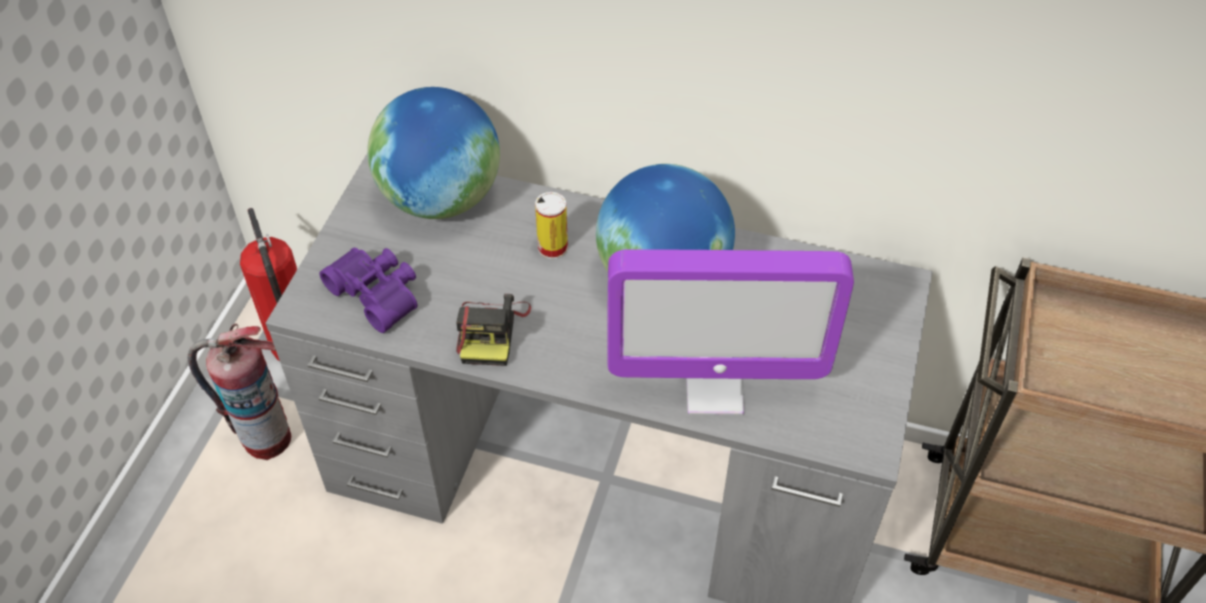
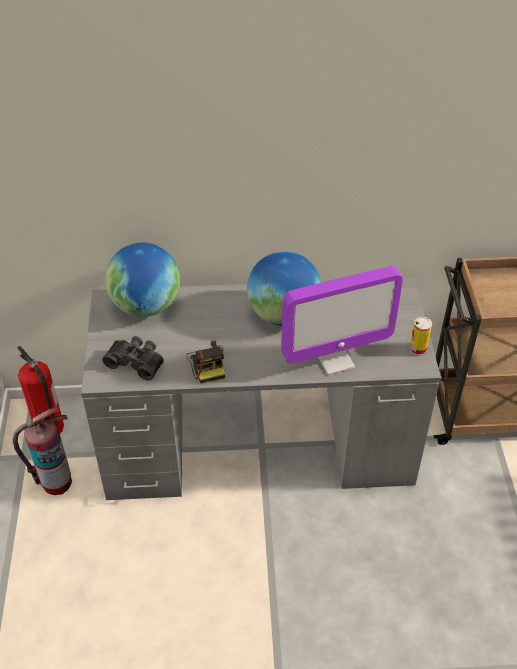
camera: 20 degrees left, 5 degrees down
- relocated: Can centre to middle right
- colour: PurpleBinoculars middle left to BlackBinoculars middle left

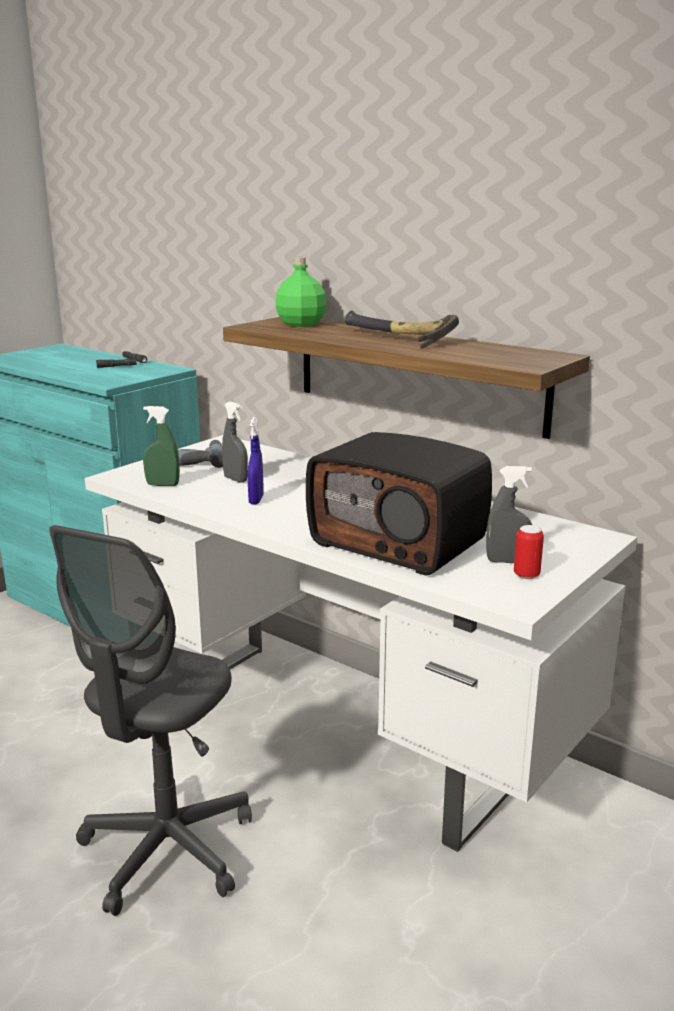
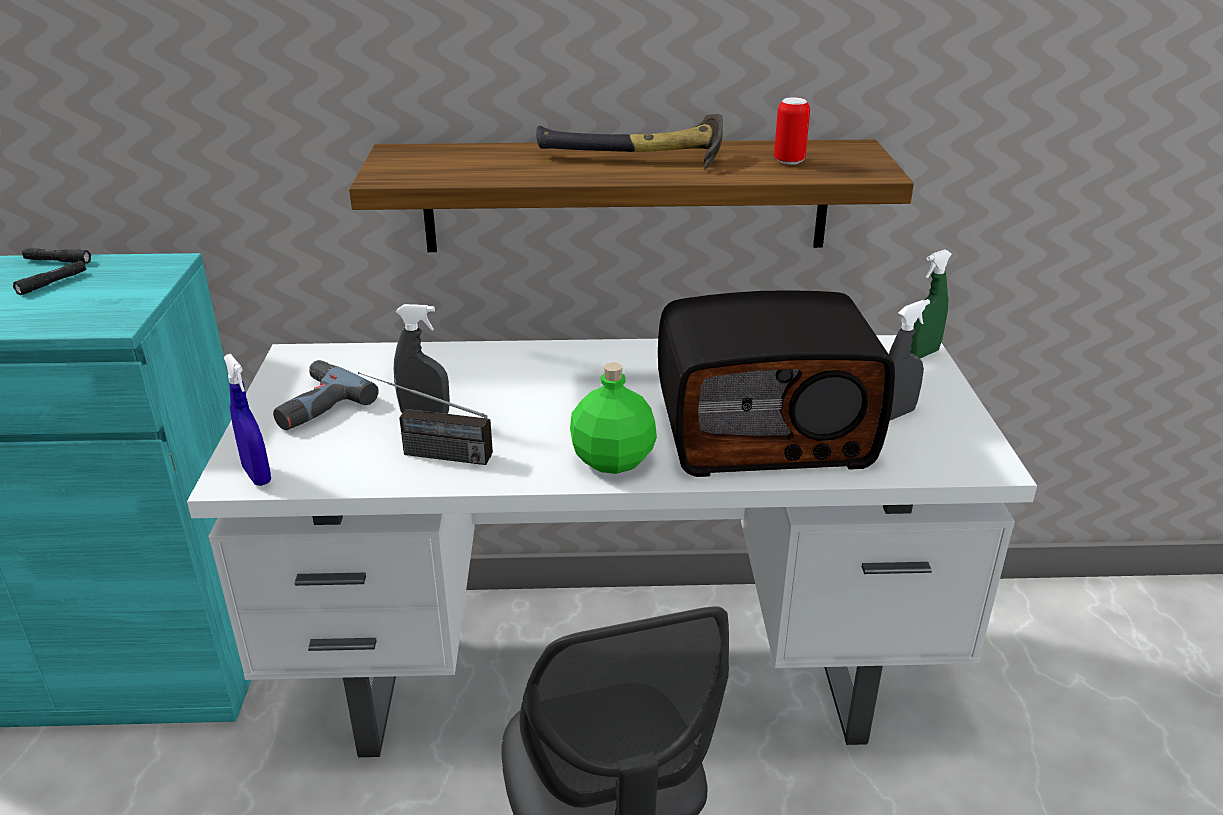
camera: 40 degrees left, 10 degrees up
- appeared: Radio (no. 1 from left) centre
- relocated: GreenSprayBottle middle left to middle right
- relocated: BlueSprayBottle centre to middle left
- relocated: GreenBottle top centre to centre
- relocated: Can middle right to top centre

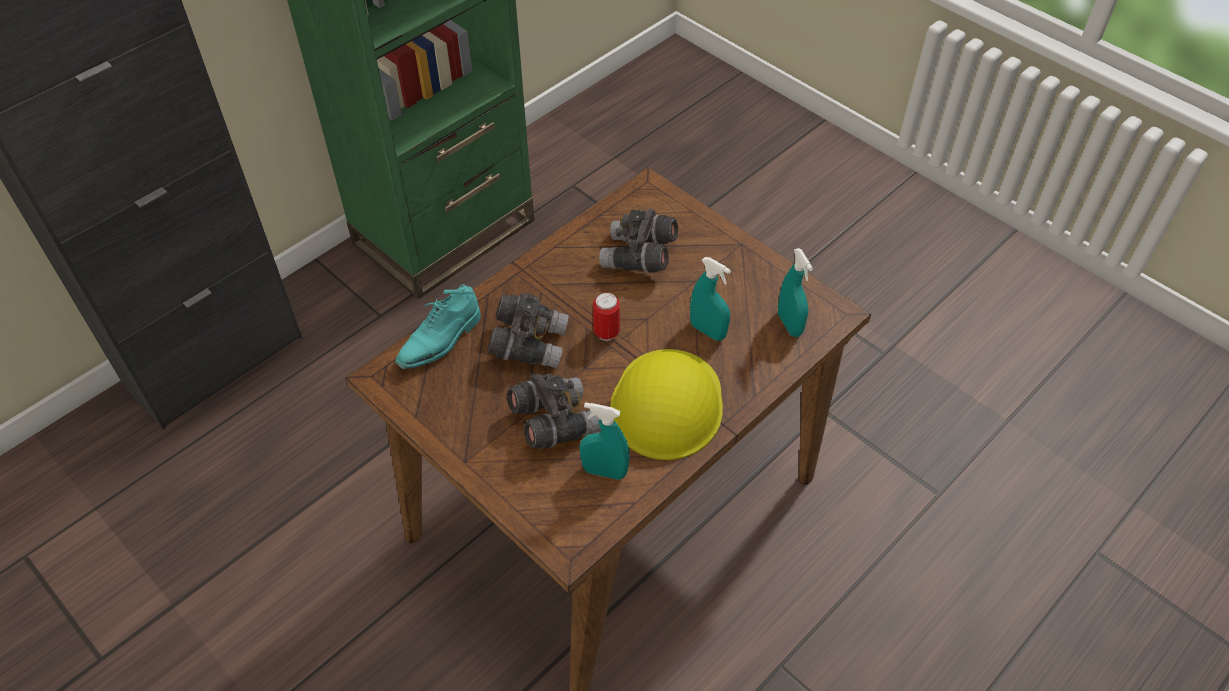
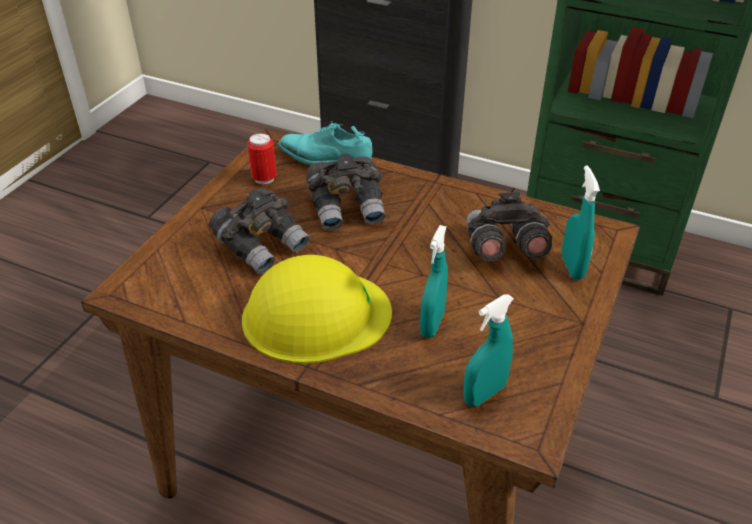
camera: 70 degrees right, 10 degrees down
- relocated: TurquoiseSprayBottle (no. 1 from left in the first image) centre to TurquoiseSprayBottle (no. 3 from left) middle right
- relocated: Can centre to top centre

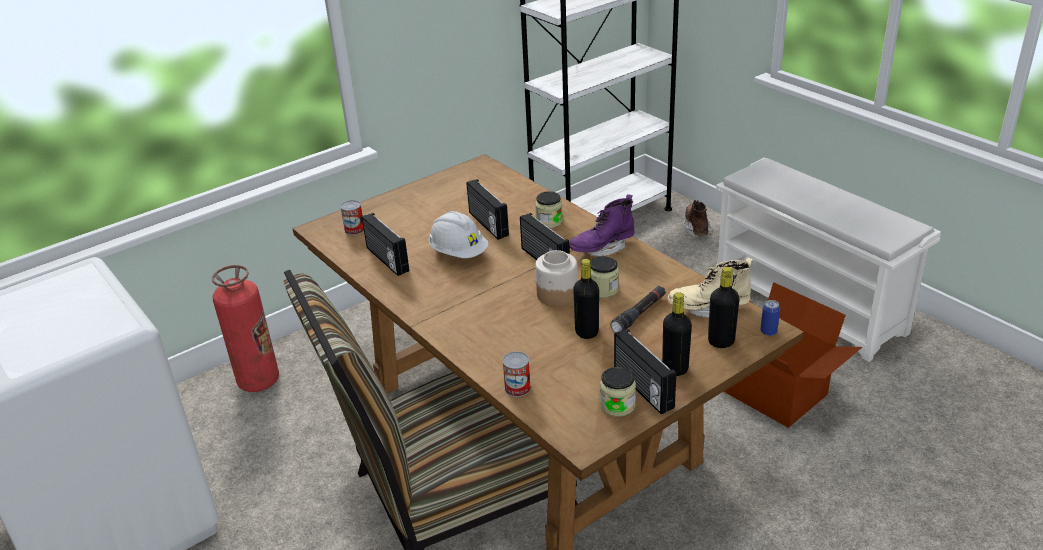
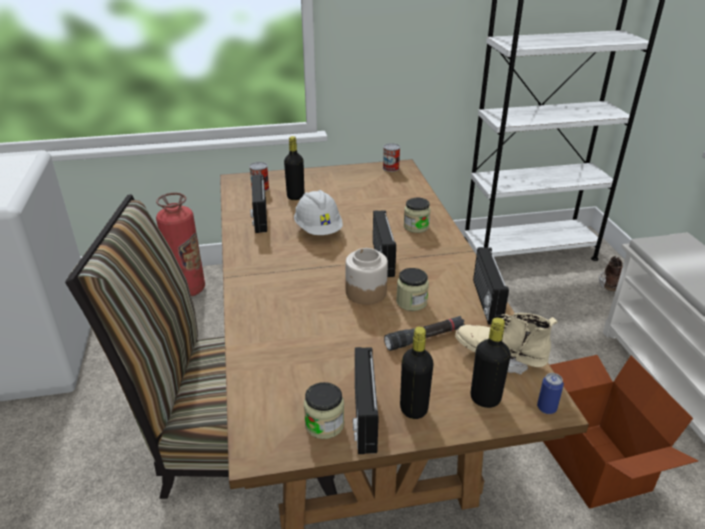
camera: 25 degrees right, 0 degrees up
- missing: PurpleBoot centre
- relocated: Radio (no. 2 from left in the first image) centre to Radio (no. 4 from left) middle right
- relocated: Can (no. 2 from left) bottom centre to top centre
- relocated: BlackBottle (no. 1 from left) centre to top centre

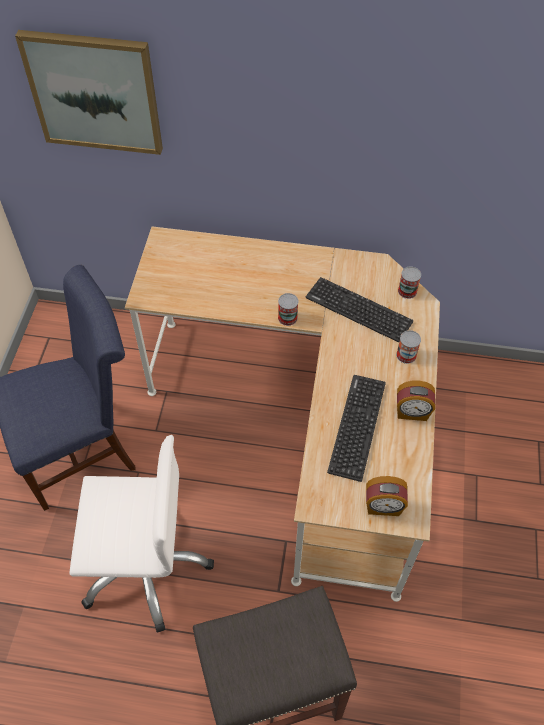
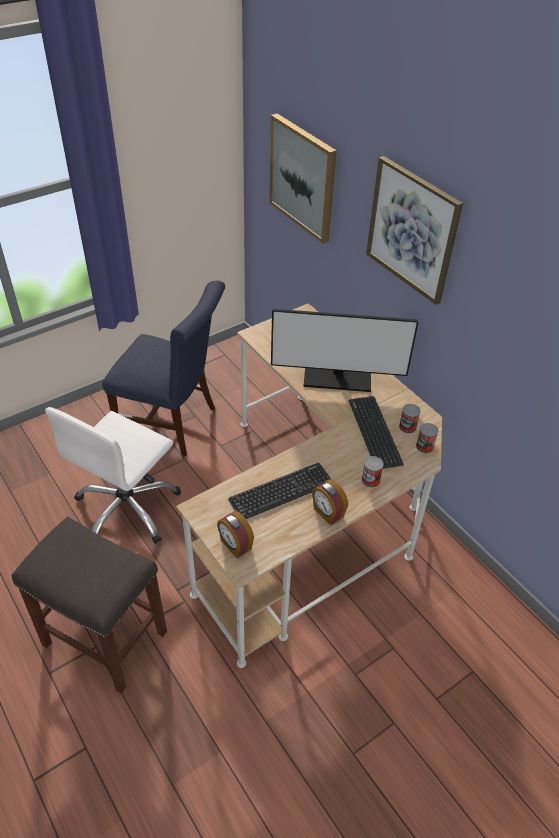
camera: 45 degrees right, 10 degrees down
- appeared: Monitor centre
- appeared: Picture (no. 2 from left) top right
- relocated: Can (no. 1 from left in the first image) centre to Can (no. 2 from left) middle right
- spun: WhiteOfficeChair bottom left = middle left 75 degrees clockwise

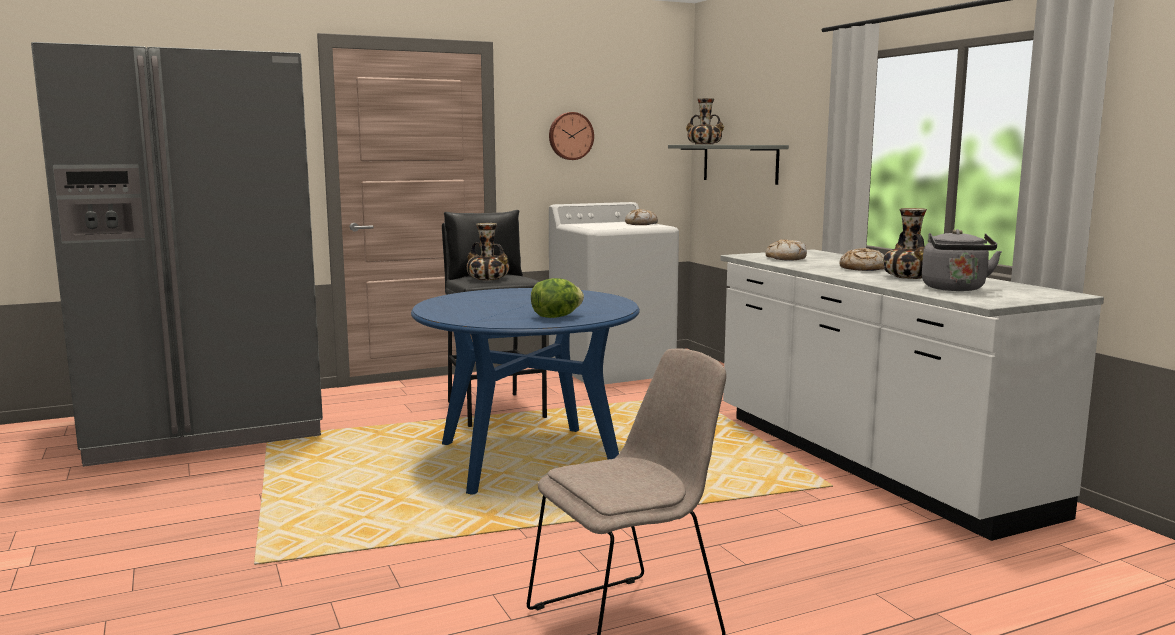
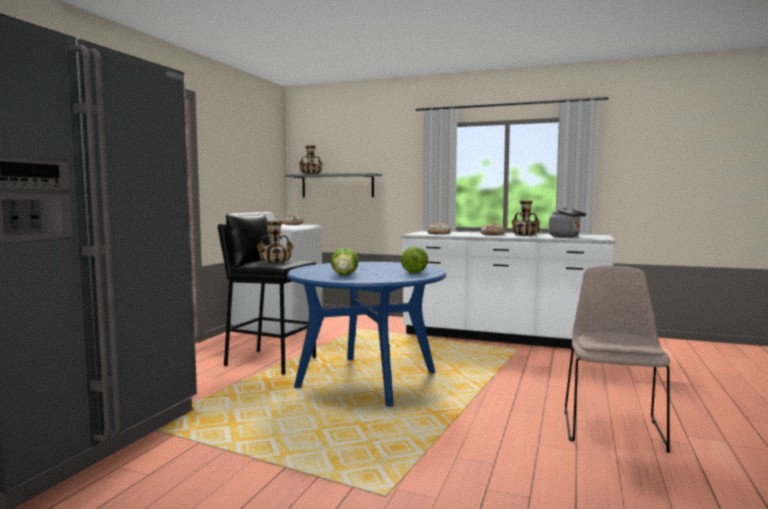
camera: 45 degrees left, 5 degrees down
- missing: WallClock top centre
- appeared: Lettuce (no. 1 from left) centre

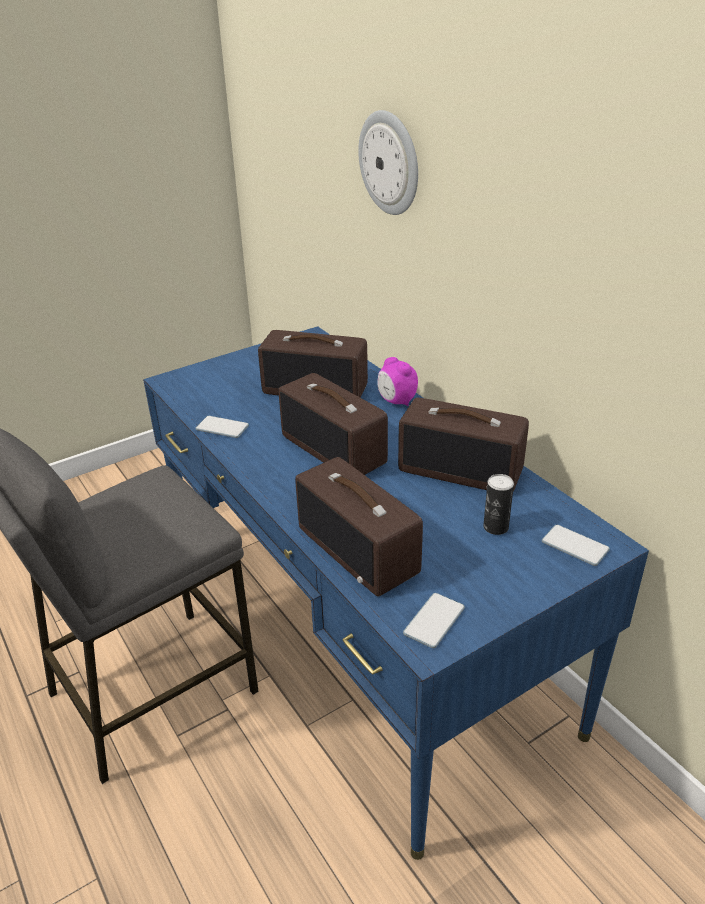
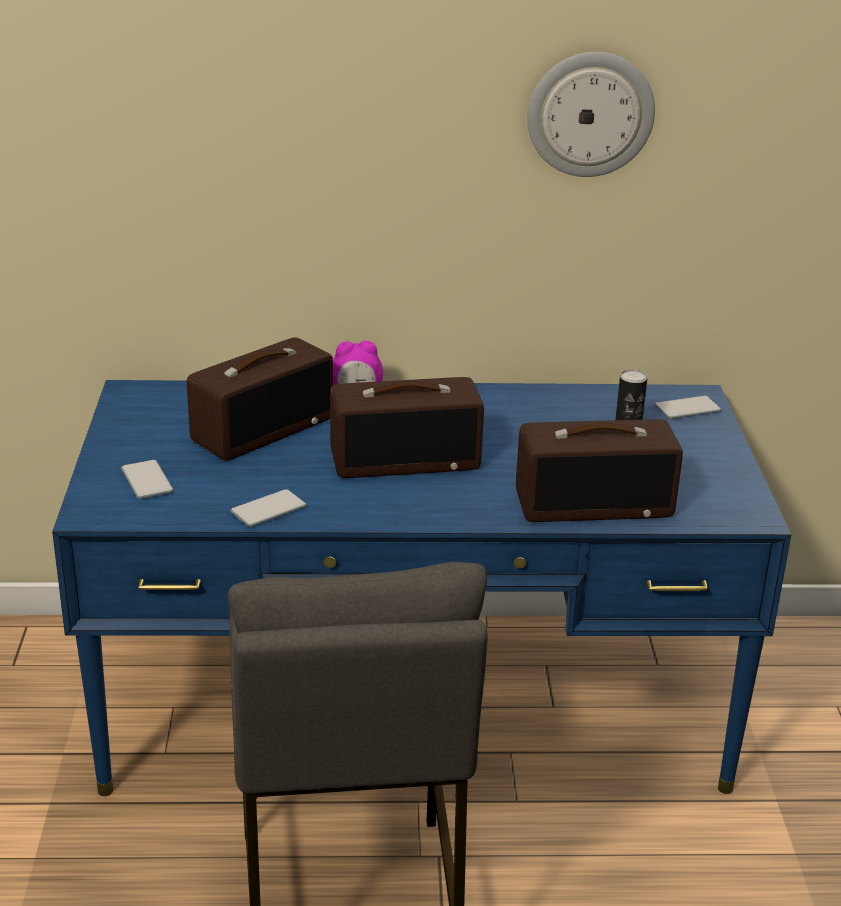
camera: 60 degrees left, 5 degrees down
- missing: Radio (no. 4 from left) centre
- relocated: WallClock top centre to top right
- relocated: Phone (no. 2 from left in the first image) bottom centre to Phone (no. 1 from left) middle left

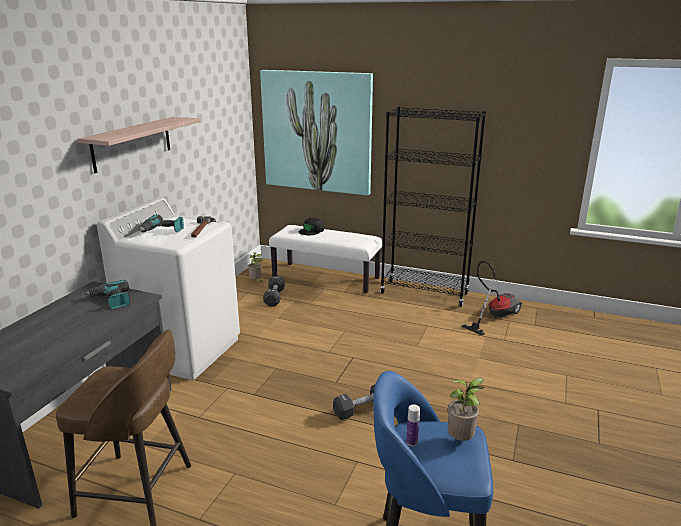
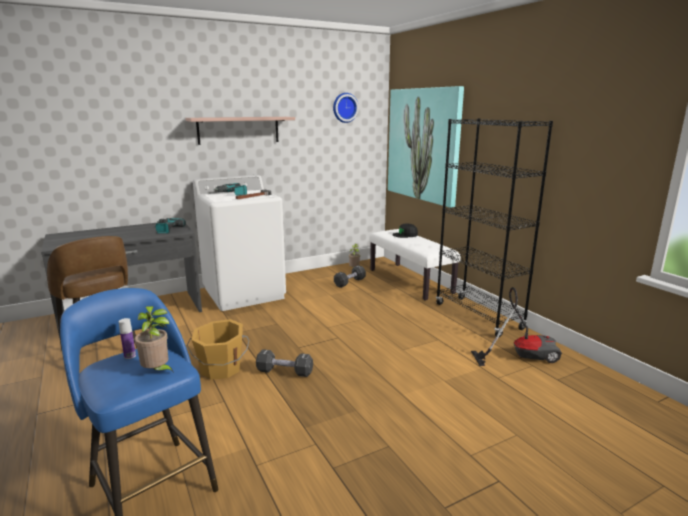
camera: 40 degrees right, 5 degrees down
- appeared: OrangeBucket bottom left
- appeared: WallClock top centre

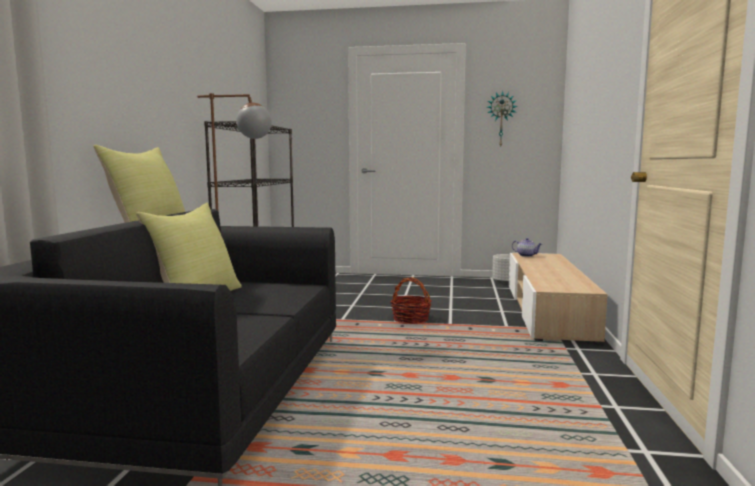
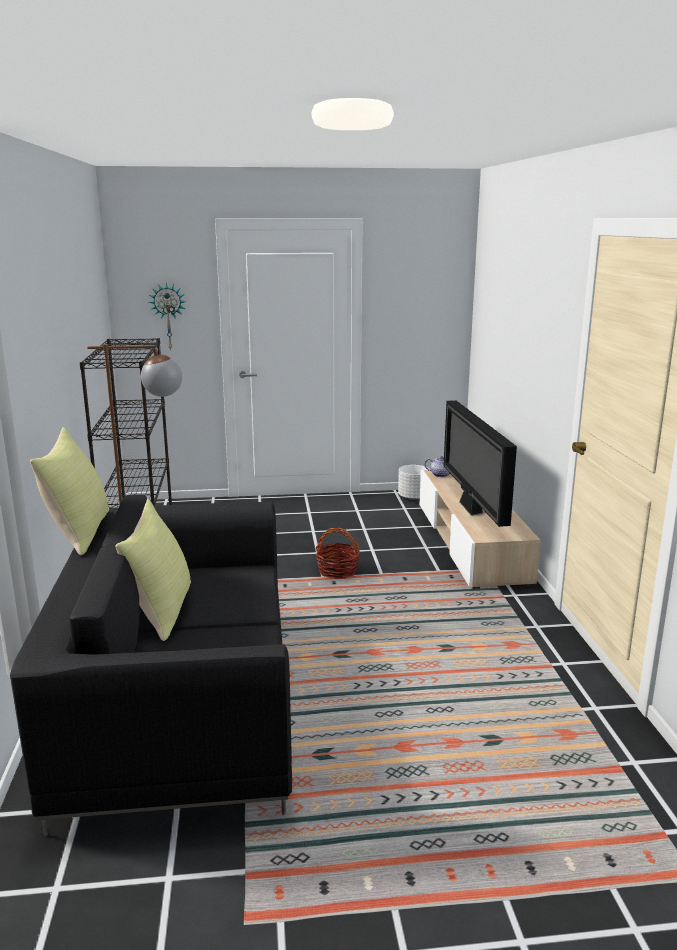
camera: 15 degrees left, 10 degrees up
- appeared: Television middle right
- relocated: WallClock top centre to top left

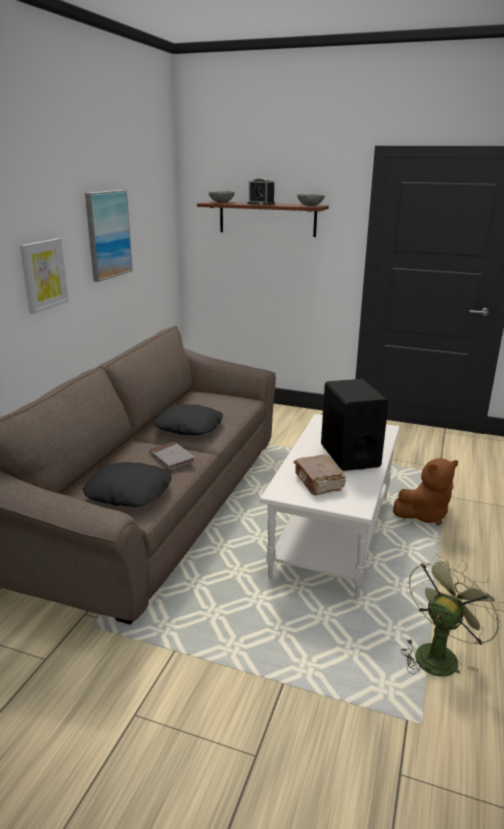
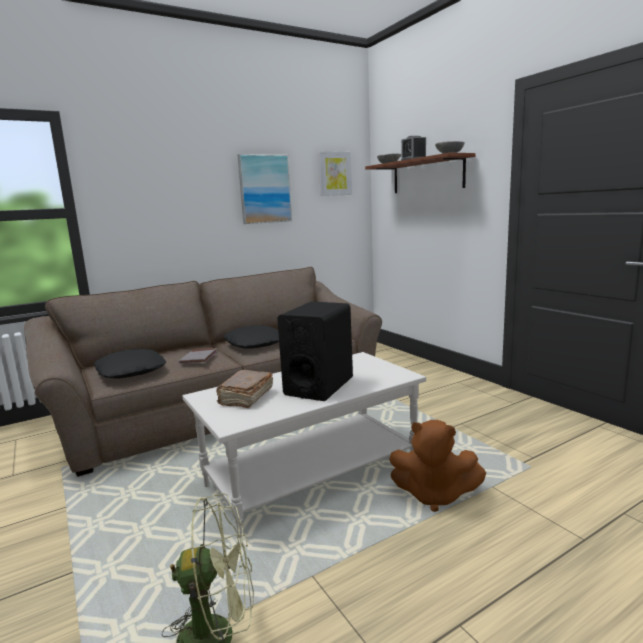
camera: 40 degrees right, 10 degrees down
- relocated: Picture (no. 1 from left in the first image) top left to Picture (no. 2 from left) top centre

